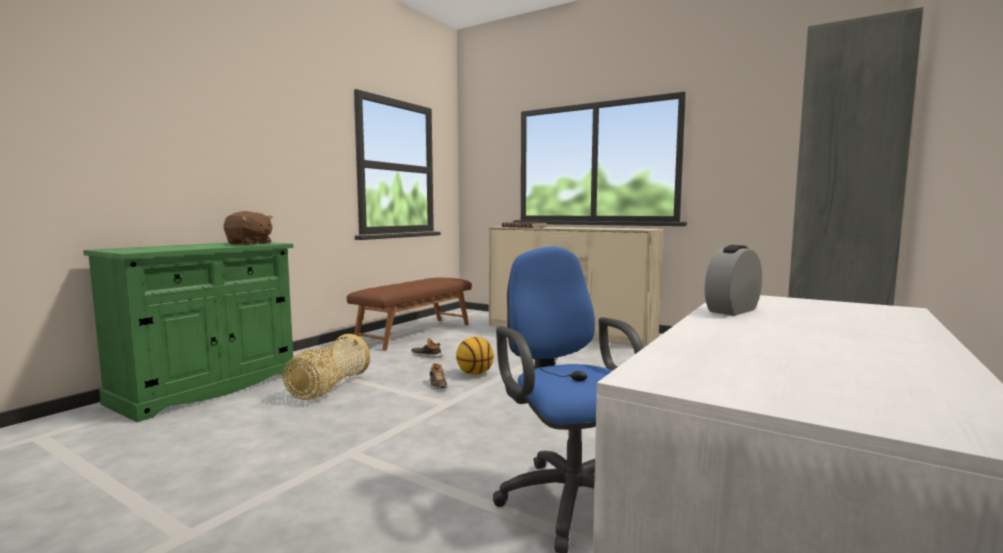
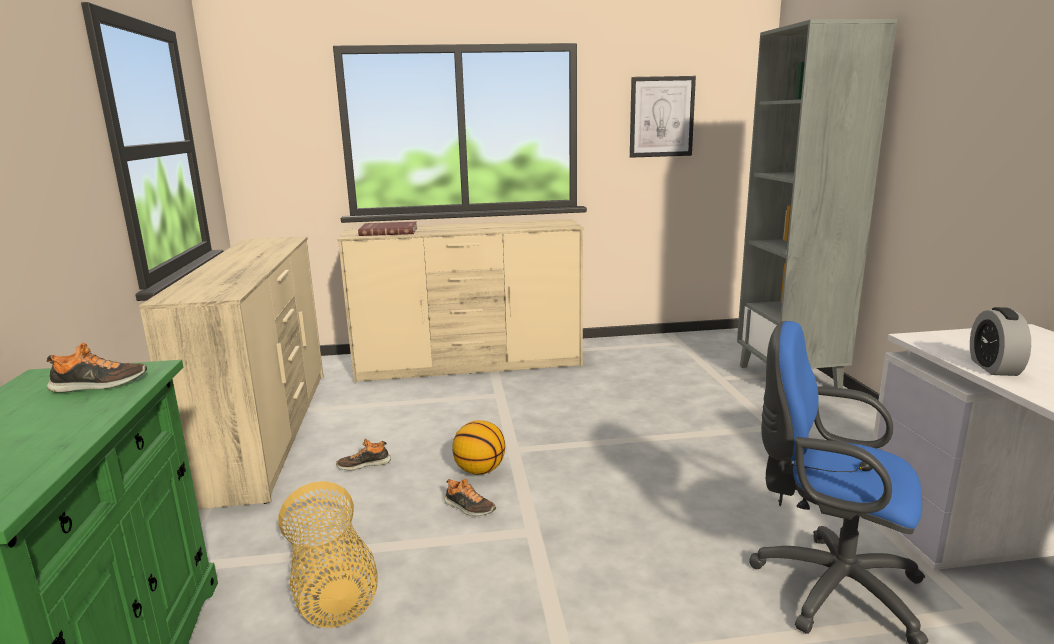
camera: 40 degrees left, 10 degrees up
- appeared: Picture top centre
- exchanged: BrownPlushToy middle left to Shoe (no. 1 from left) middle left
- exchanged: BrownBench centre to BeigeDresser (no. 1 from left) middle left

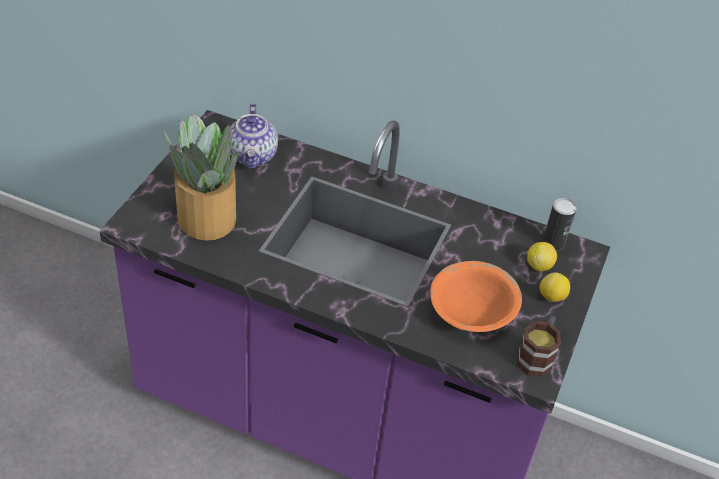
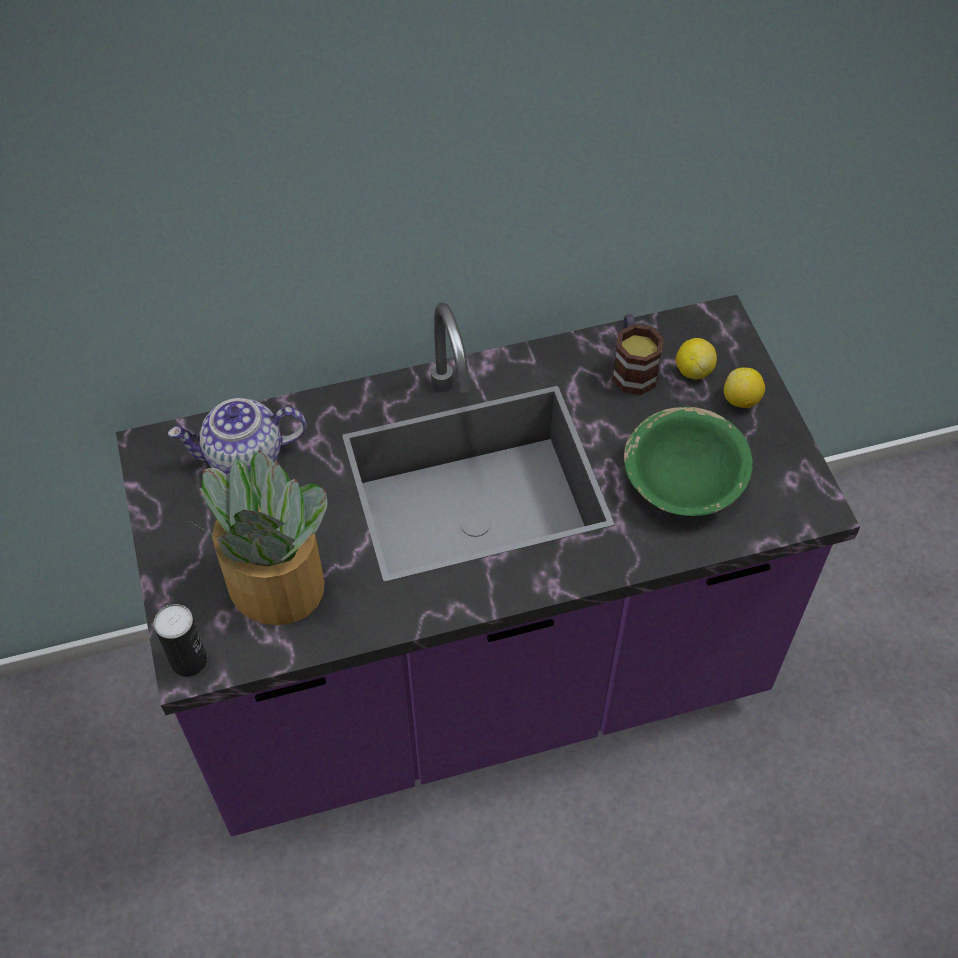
camera: 35 degrees left, 10 degrees up
- relocated: Mug bottom right to centre
- relocated: Can middle right to bottom left
- colour: OrangeBowl centre to GreenBowl middle right
- spun: Teapot top centre = middle left 120 degrees clockwise

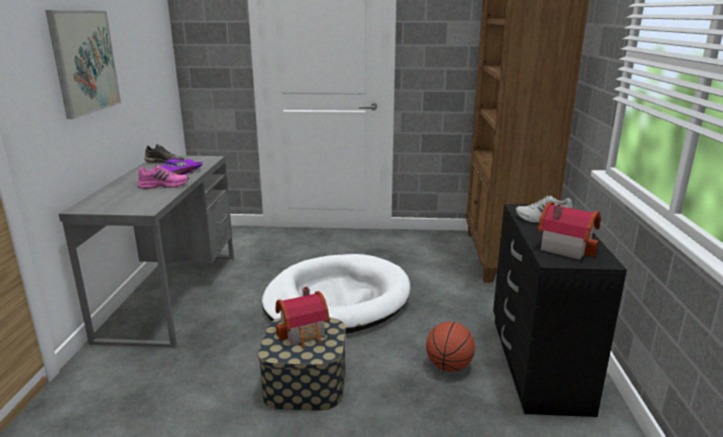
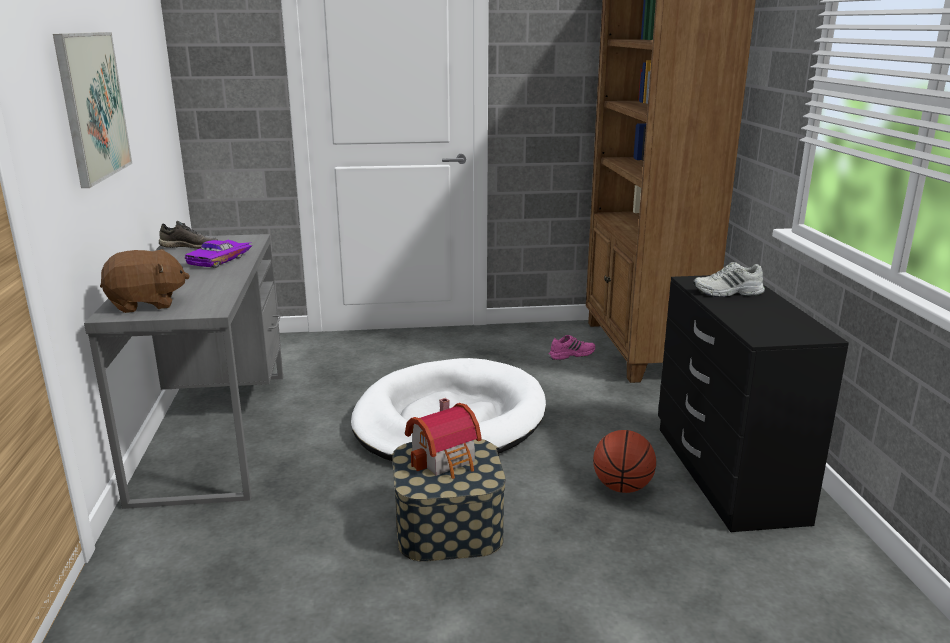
camera: 10 degrees left, 0 degrees up
- missing: ToyHouse (no. 2 from left) middle right
- appeared: BrownPlushToy middle left
- relocated: PinkShoe middle left to centre

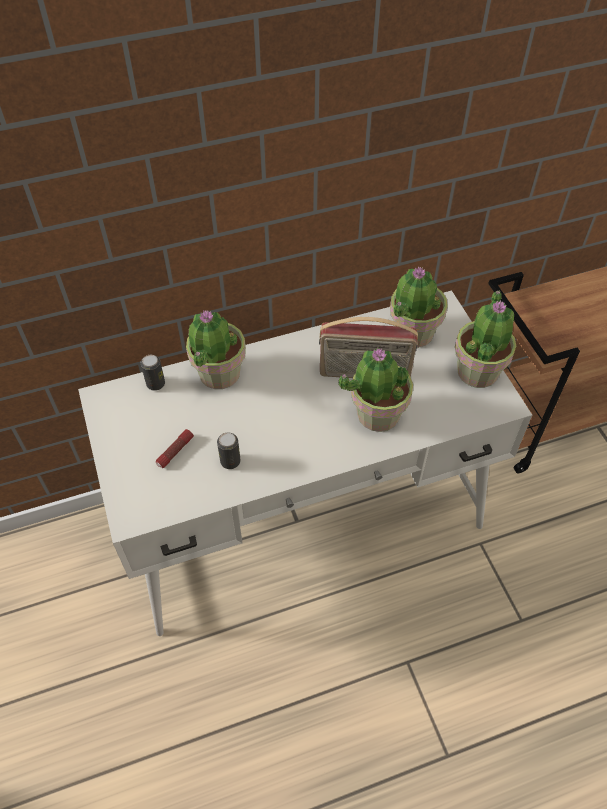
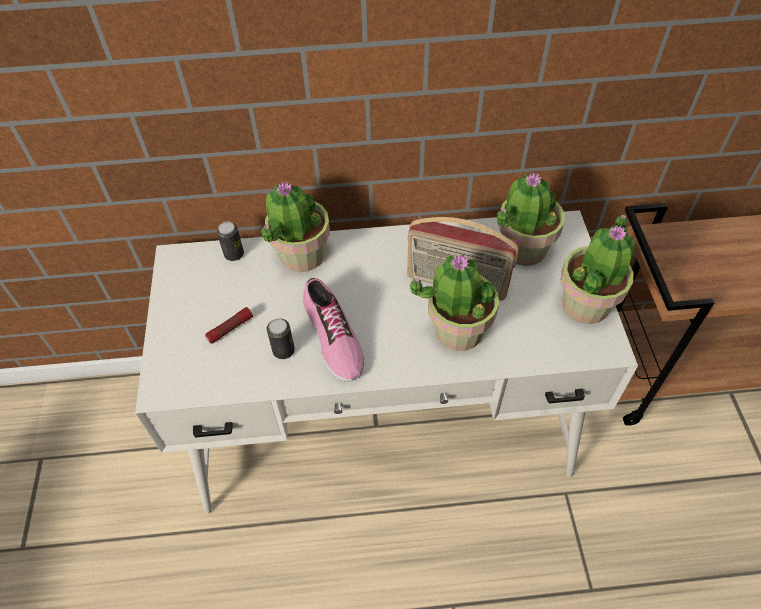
camera: 15 degrees right, 0 degrees up
- appeared: Shoe centre

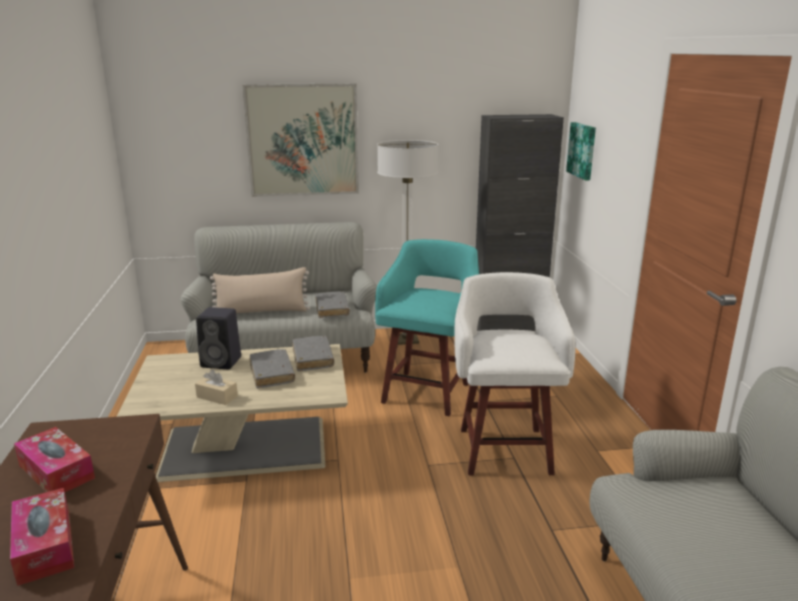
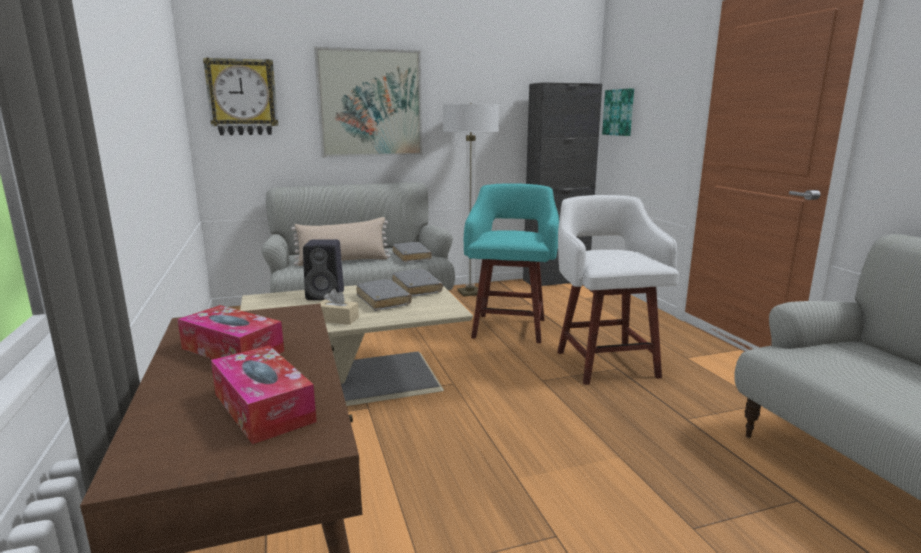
camera: 10 degrees left, 5 degrees down
- appeared: WallClock top left

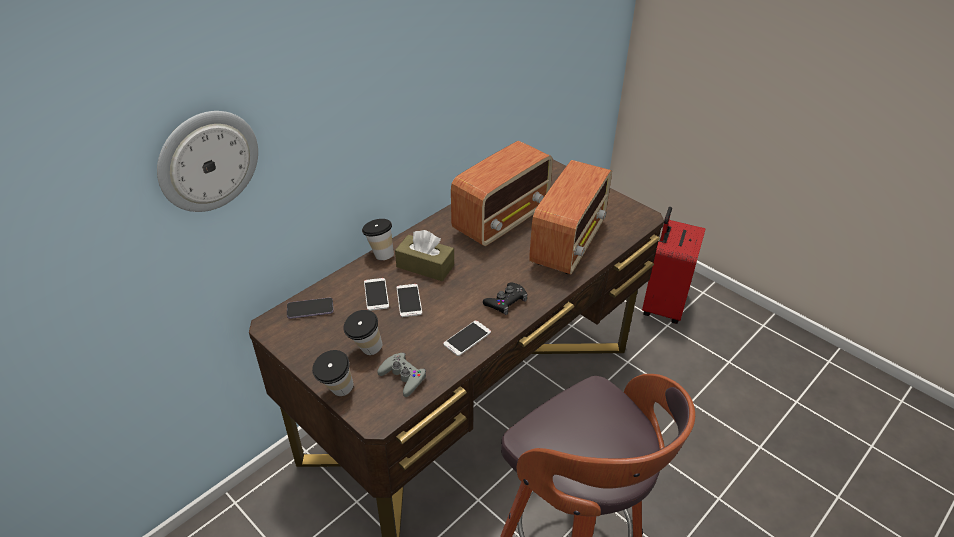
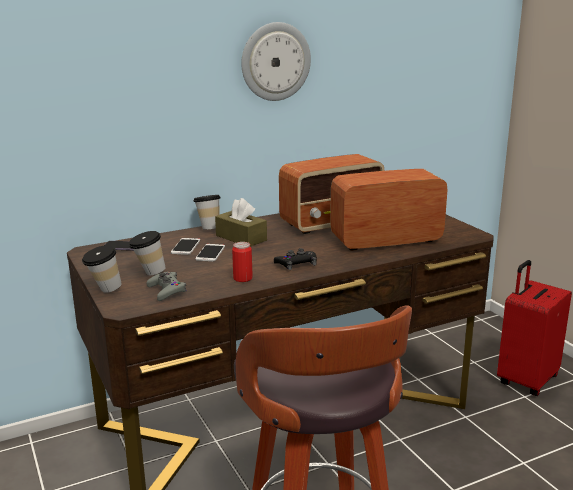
camera: 20 degrees right, 20 degrees down
- relocated: WallClock top left to top centre
- exchanged: Phone (no. 4 from left) centre to Can centre
- spun: Radio (no. 2 from left) centre = middle right 150 degrees counterclockwise

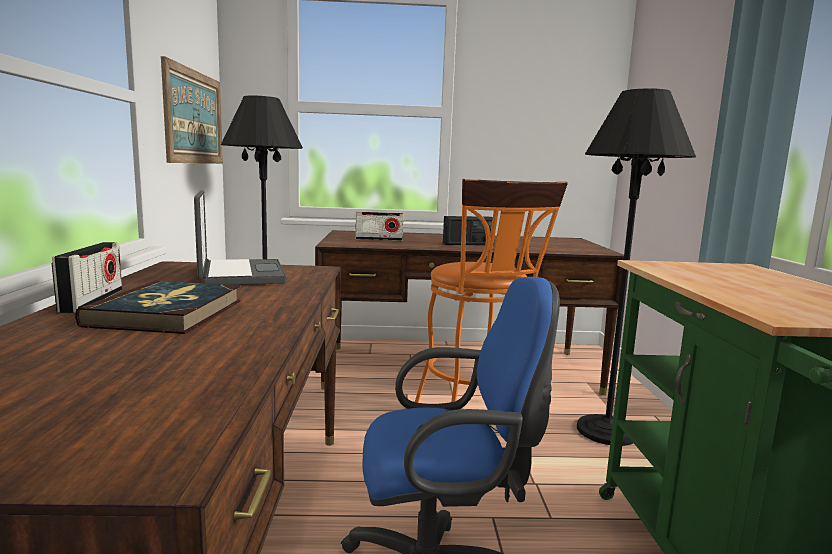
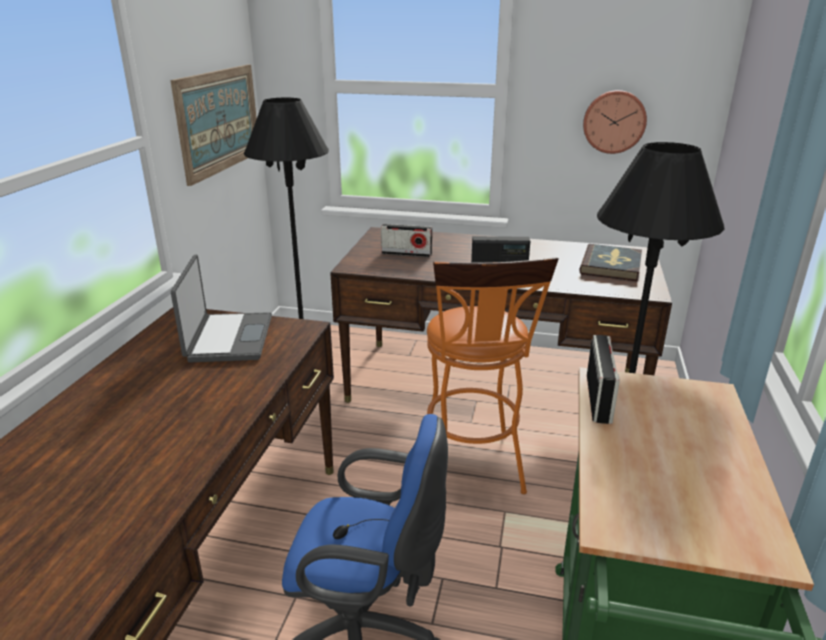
camera: 15 degrees right, 15 degrees up
- appeared: WallClock top right
- relocated: Radio (no. 1 from left in the first image) middle left to Radio (no. 3 from left) middle right
- relocated: Book middle left to middle right

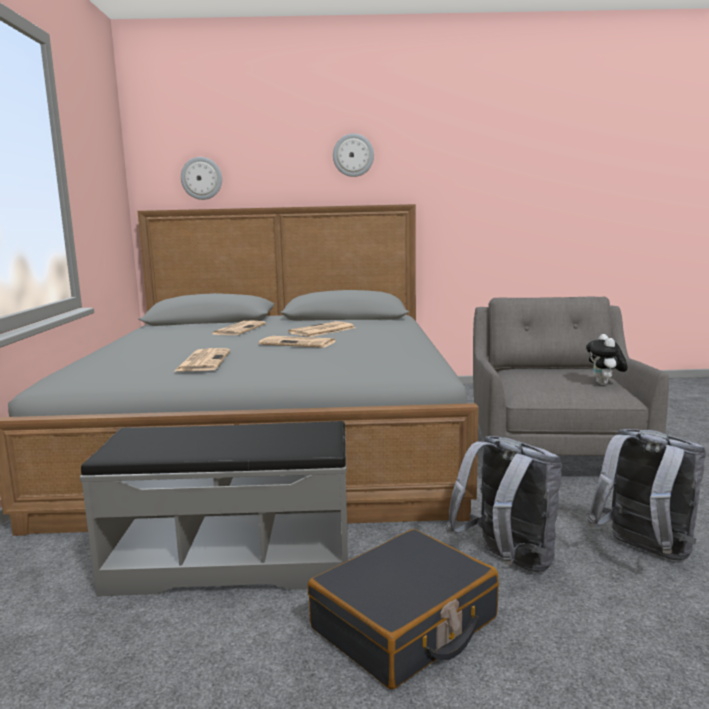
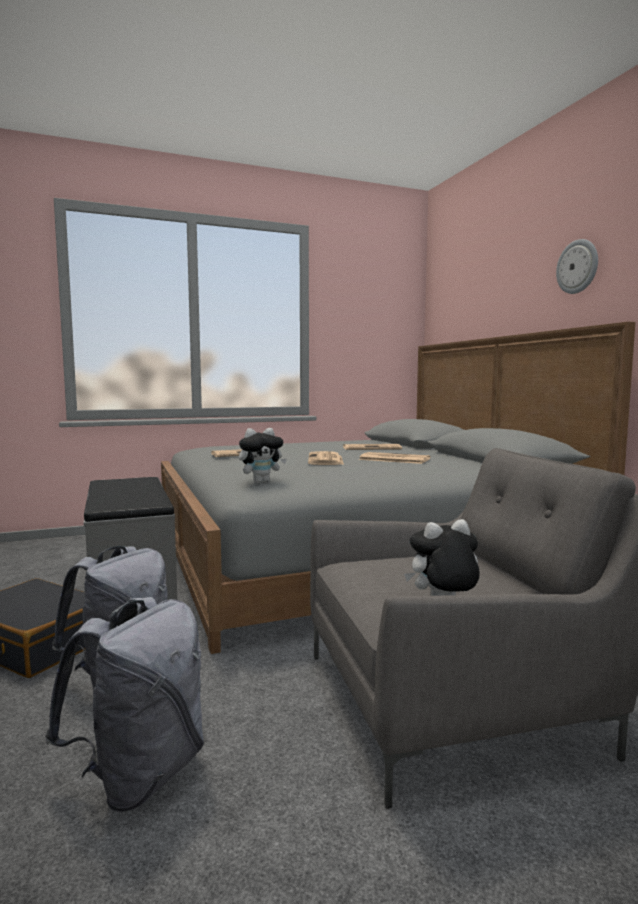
camera: 70 degrees right, 5 degrees down
- missing: WallClock (no. 1 from left) top left
- appeared: PlushToy (no. 1 from left) centre

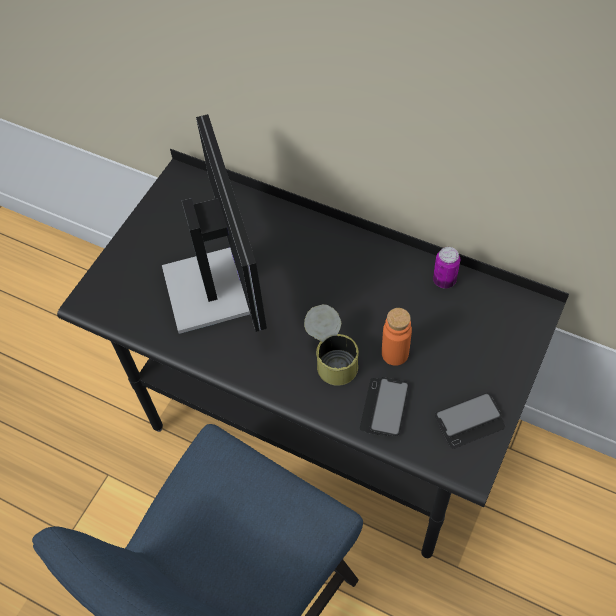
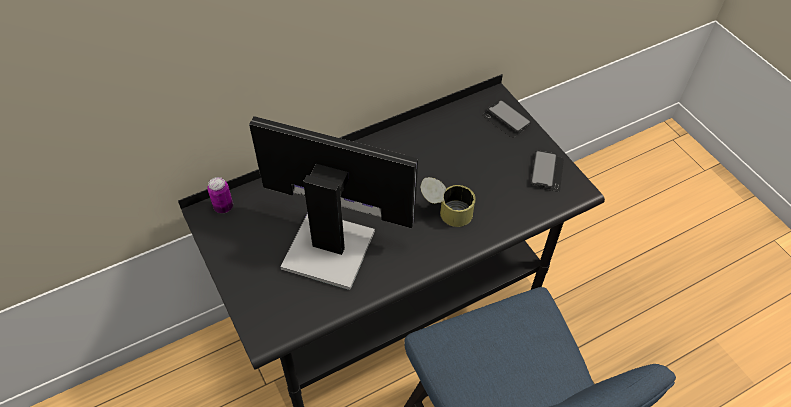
camera: 60 degrees left, 5 degrees down
- missing: OrangeBottle centre
- relocated: Phone (no. 1 from left) centre to top centre
- relocated: Can (no. 2 from left in the first image) middle right to Can (no. 1 from left) middle left

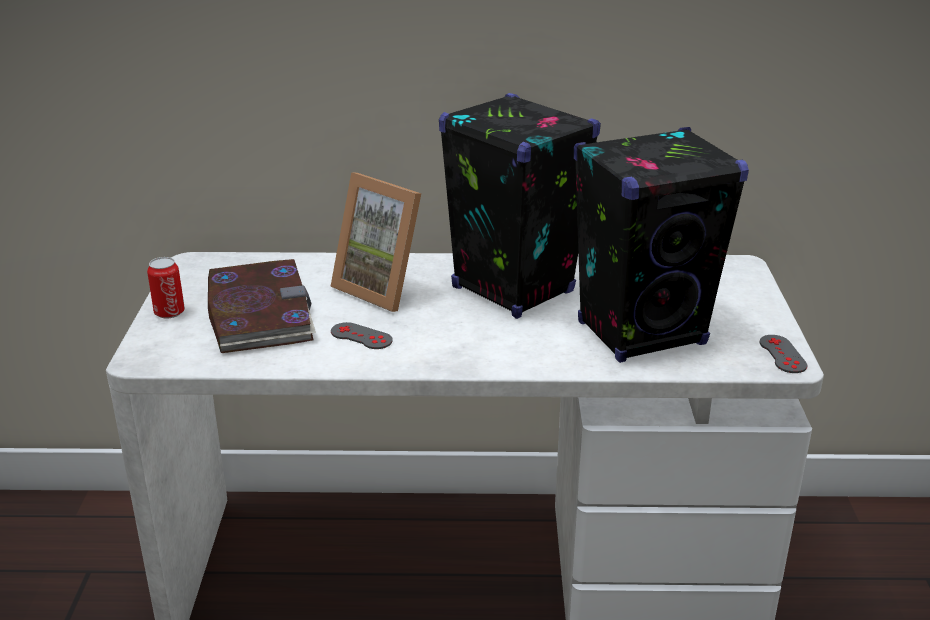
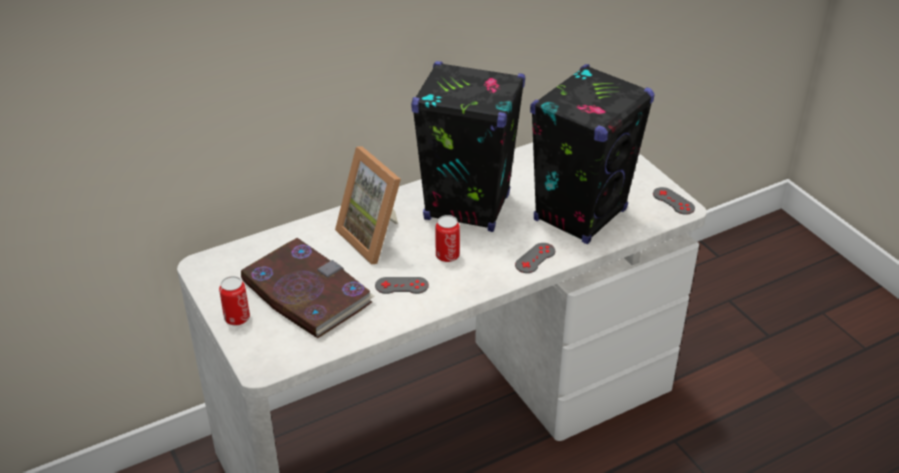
camera: 30 degrees left, 10 degrees up
- appeared: Can (no. 2 from left) centre
- appeared: GreyGameController (no. 2 from left) centre
- spun: PictureFrame centre = centre 45 degrees clockwise

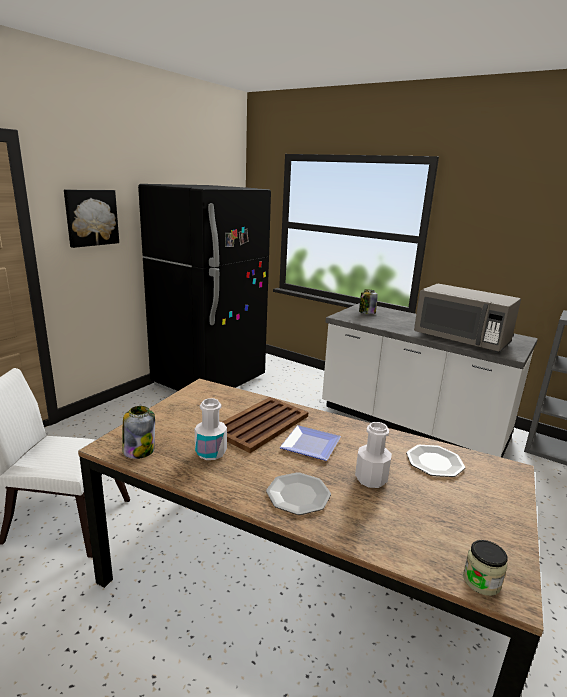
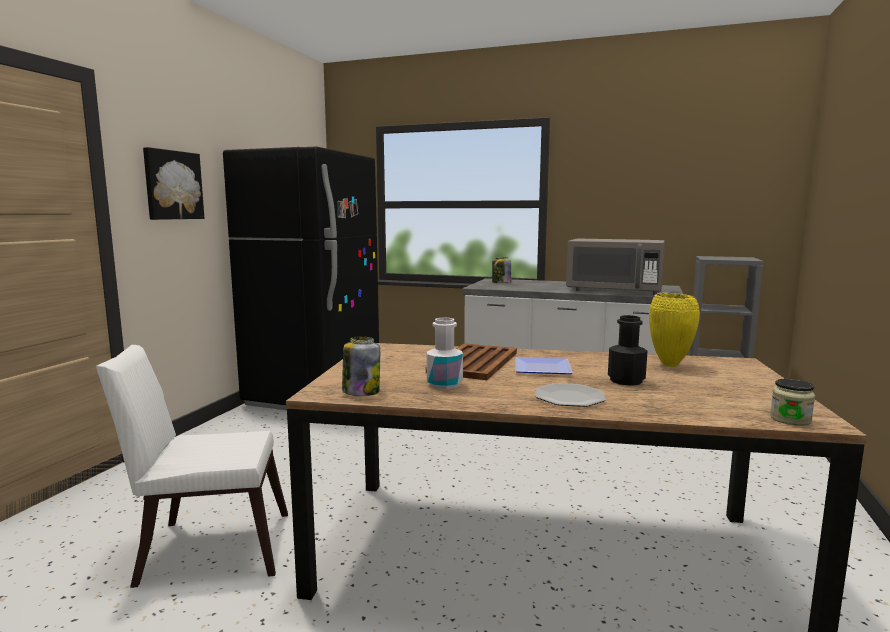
camera: 15 degrees left, 10 degrees down
- exchanged: Plate (no. 3 from left) middle right to YellowVase middle right
- colour: WhiteBottle (no. 2 from left) centre to BlackBottle middle right

